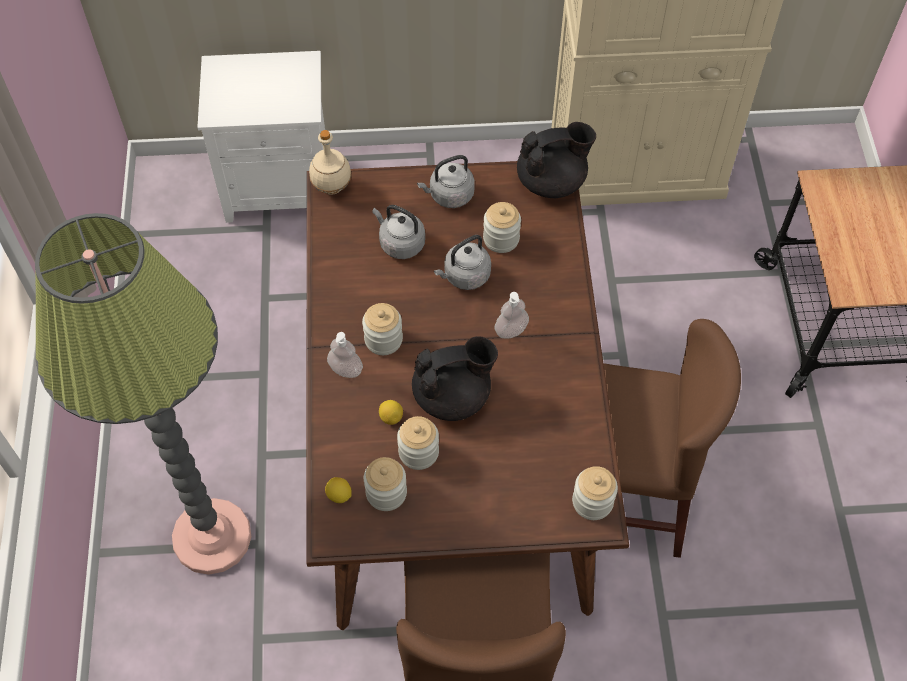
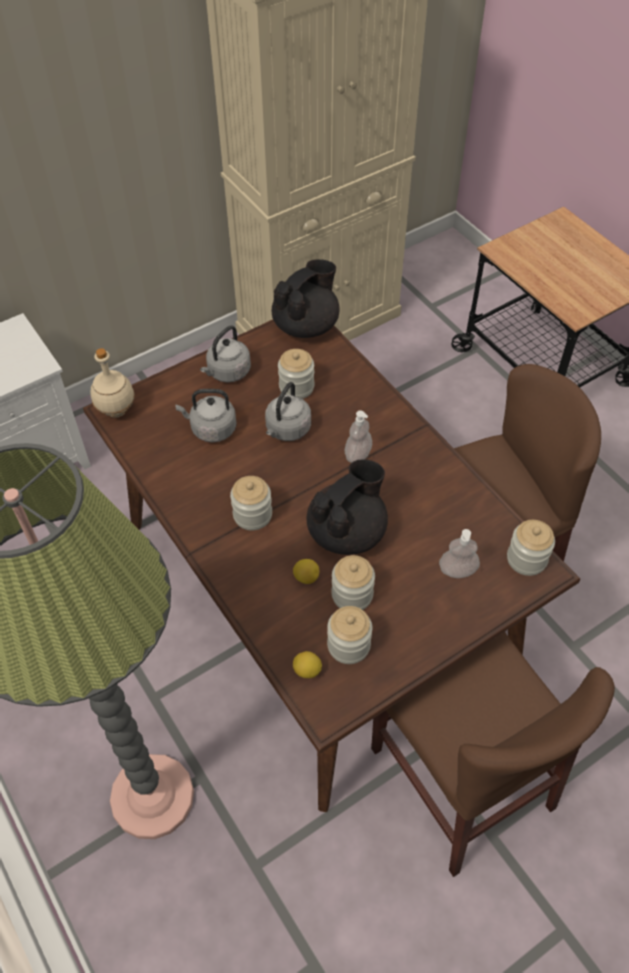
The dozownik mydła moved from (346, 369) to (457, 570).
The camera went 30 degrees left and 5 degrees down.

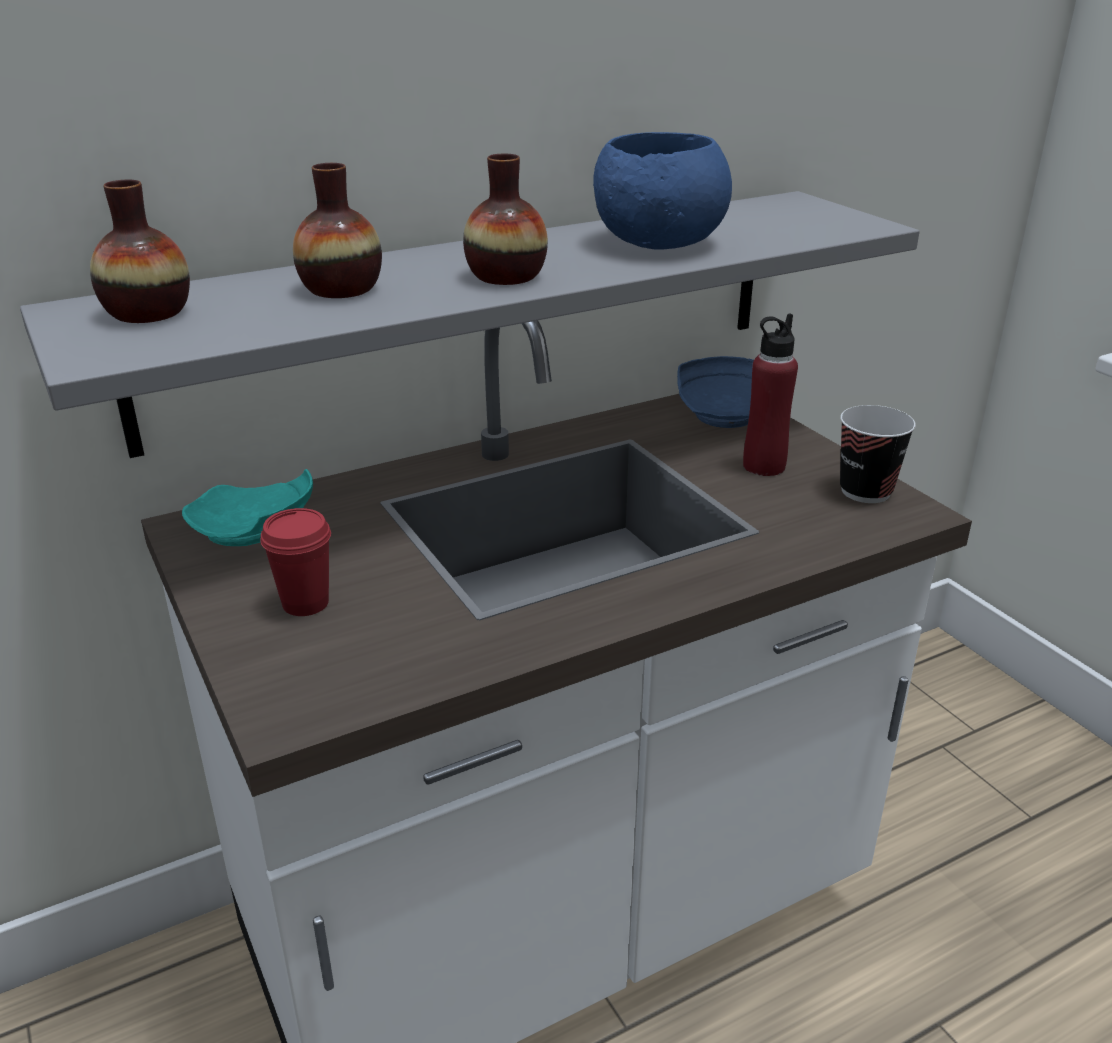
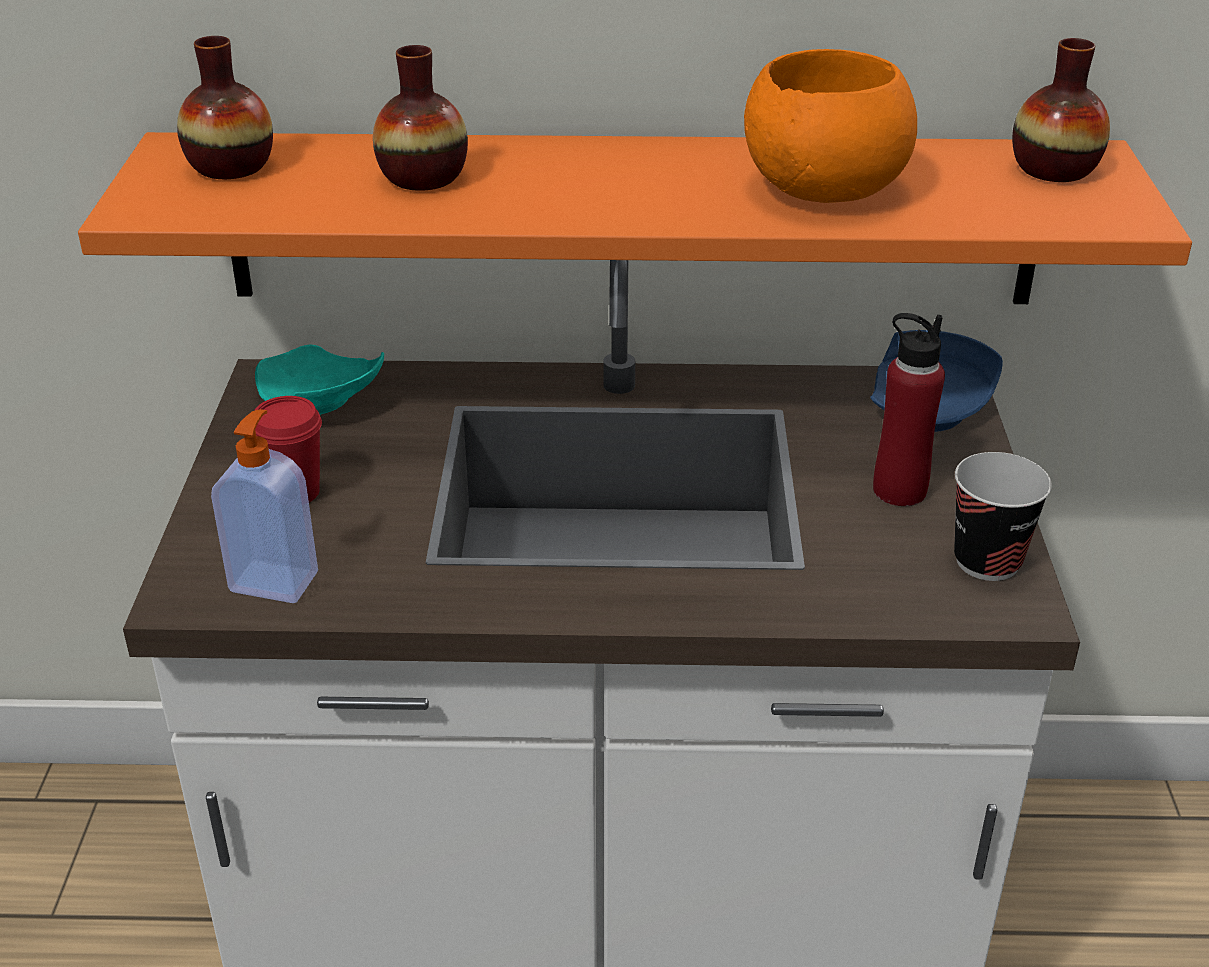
The półka/szary at (474, 313) became the półka/pomarańczowy at (632, 219).
The wazon moved from (506, 276) to (1053, 169).
The miska/niebieski at (656, 243) became the miska/pomarańczowy at (822, 187).
The dozownik mydła at (275, 580) appeared.
The camera went 30 degrees right and 5 degrees up.

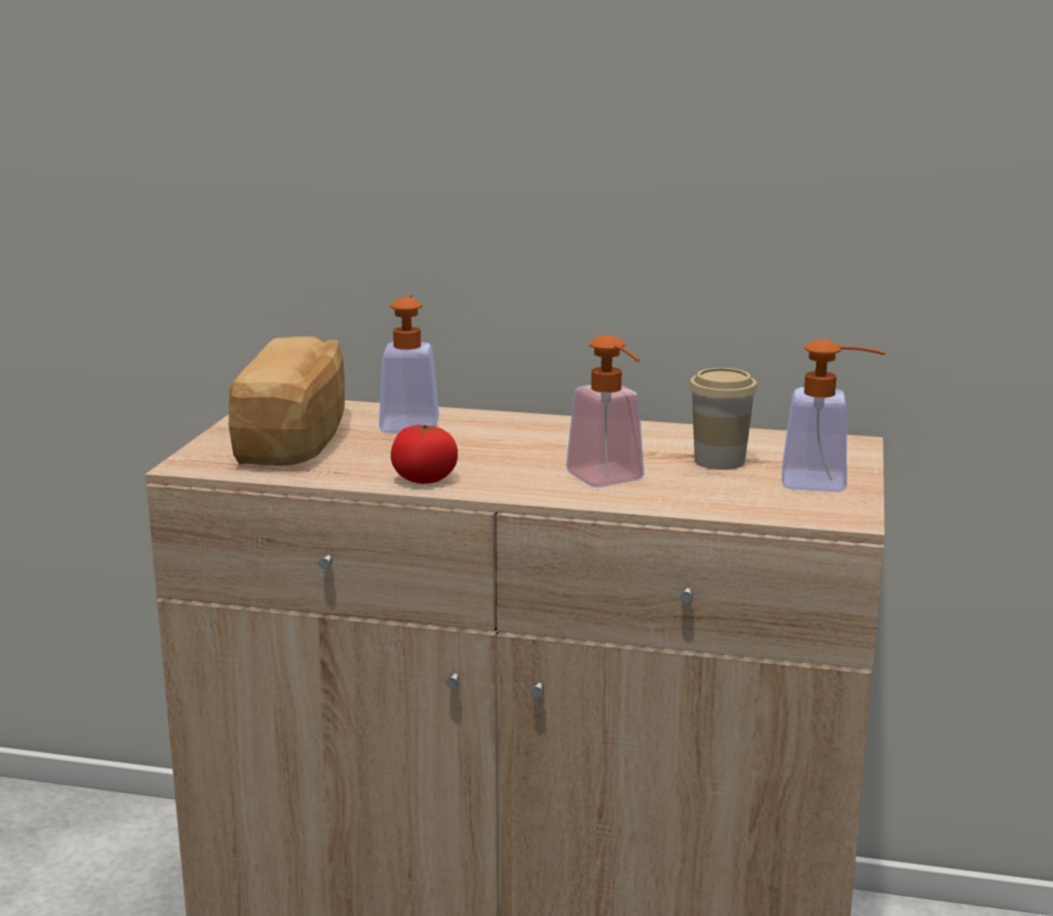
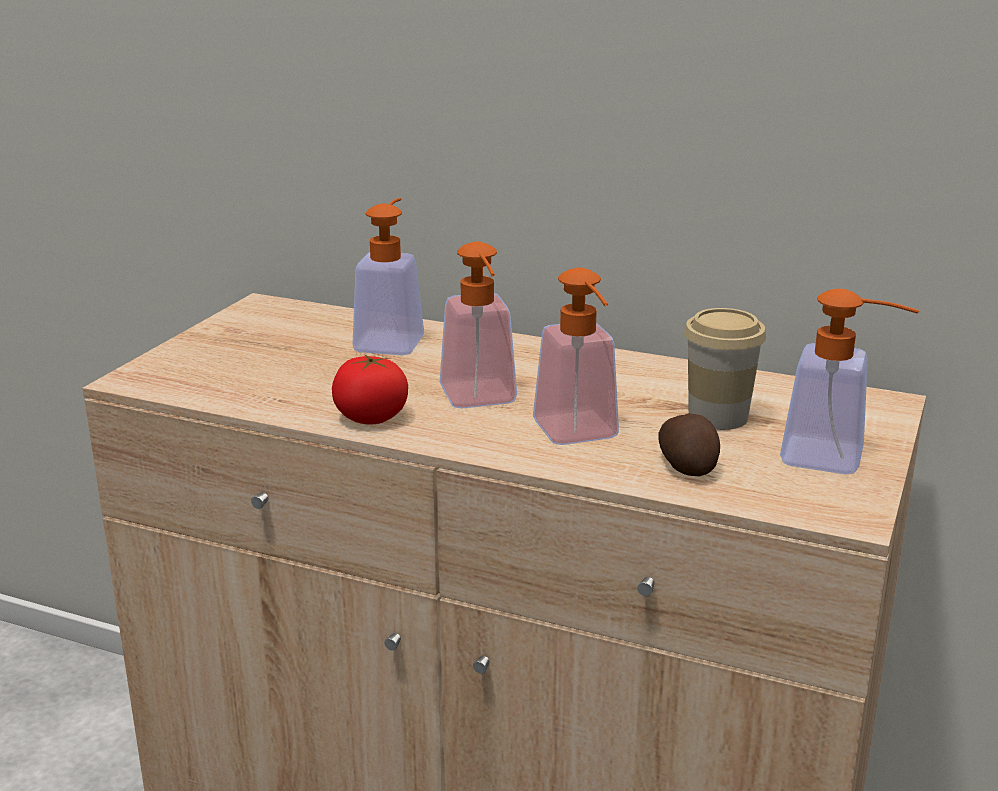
The chleb at (297, 439) disappeared.
The dozownik mydła at (481, 401) appeared.
The ziemniak at (688, 465) appeared.
The camera went 10 degrees right and 5 degrees up.

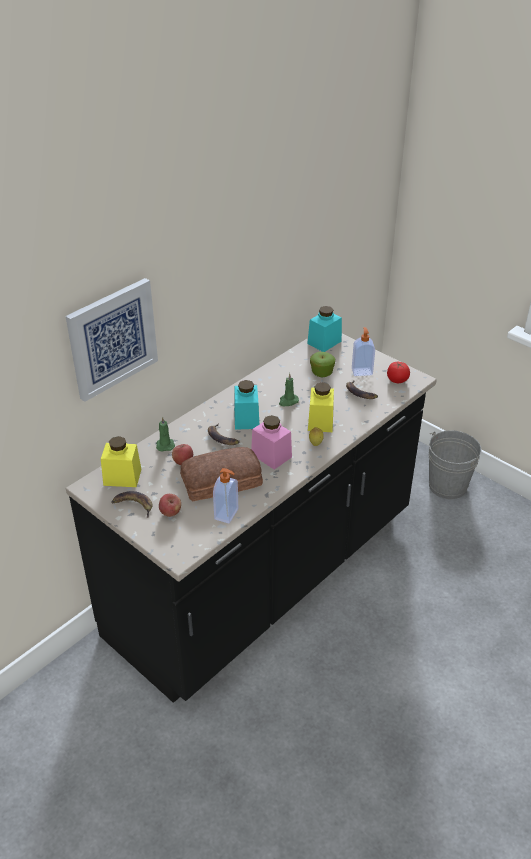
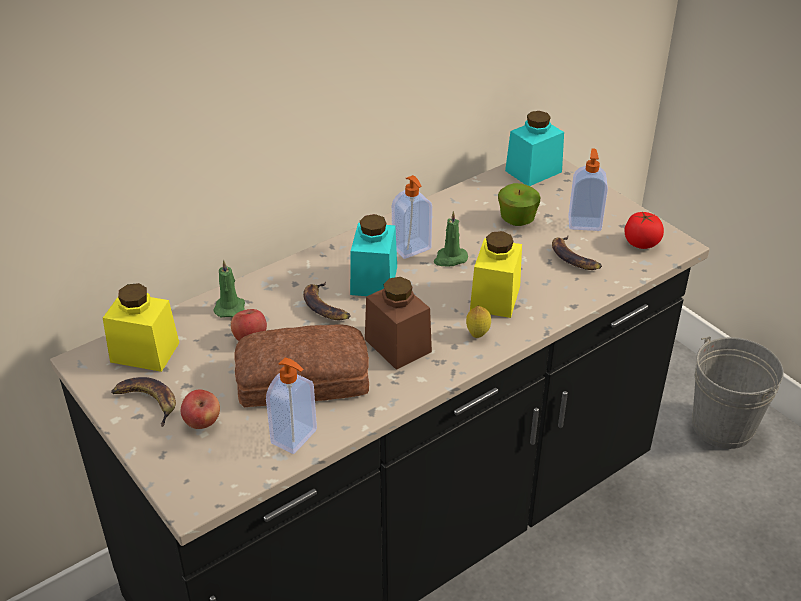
The obraz at (112, 338) disappeared.
The słoik/różowy at (271, 455) became the słoik/brązowy at (398, 345).
The dozownik mydła at (412, 249) appeared.
The camera went 10 degrees right and 0 degrees up.

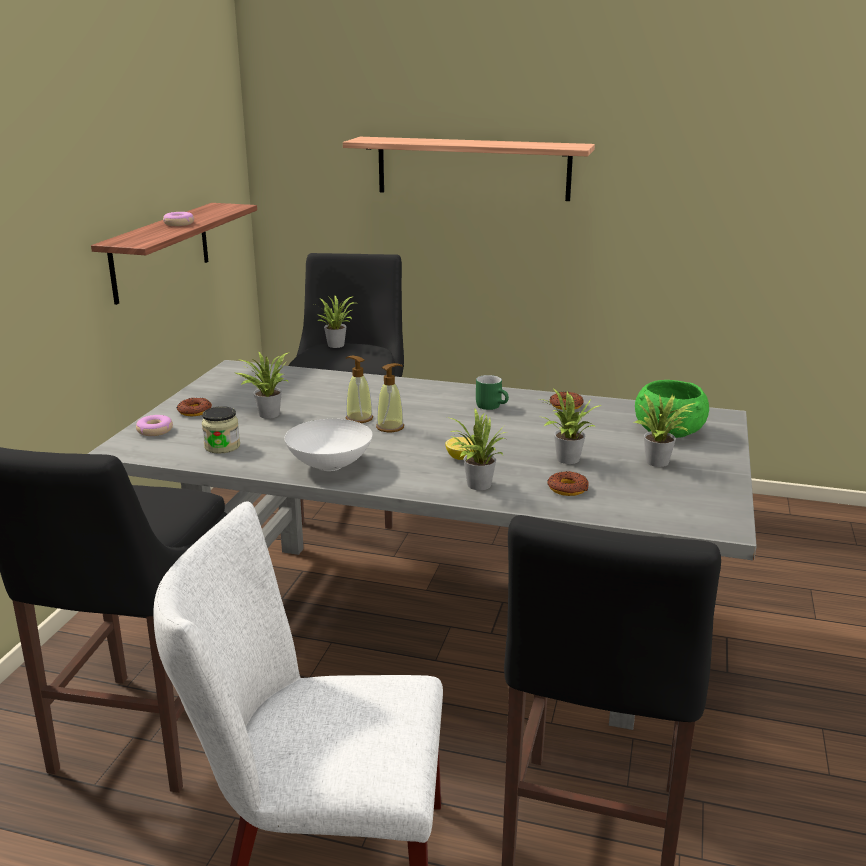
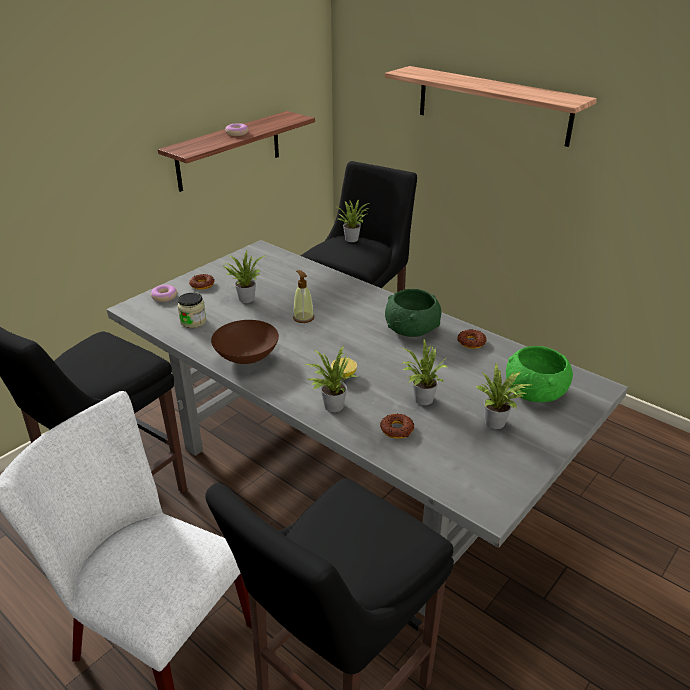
The miska/biały at (330, 466) became the miska/brązowy at (246, 358).
The dozownik mydła at (390, 427) disappeared.
The kubek/zielony at (492, 406) was replaced by the miska/zielony at (411, 329).
The camera went 25 degrees right and 10 degrees up.

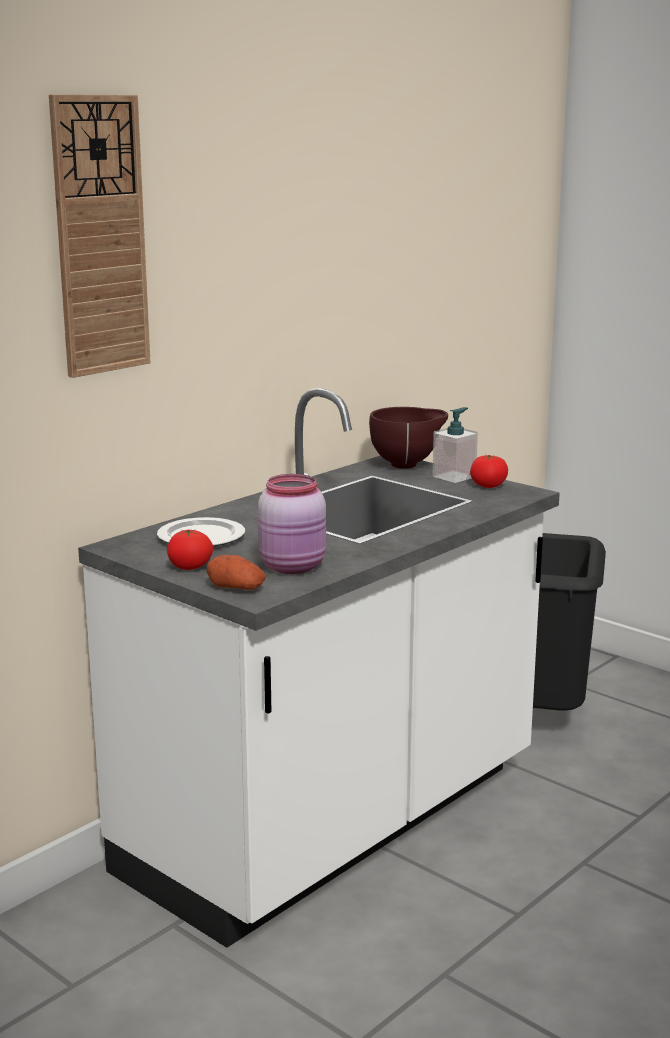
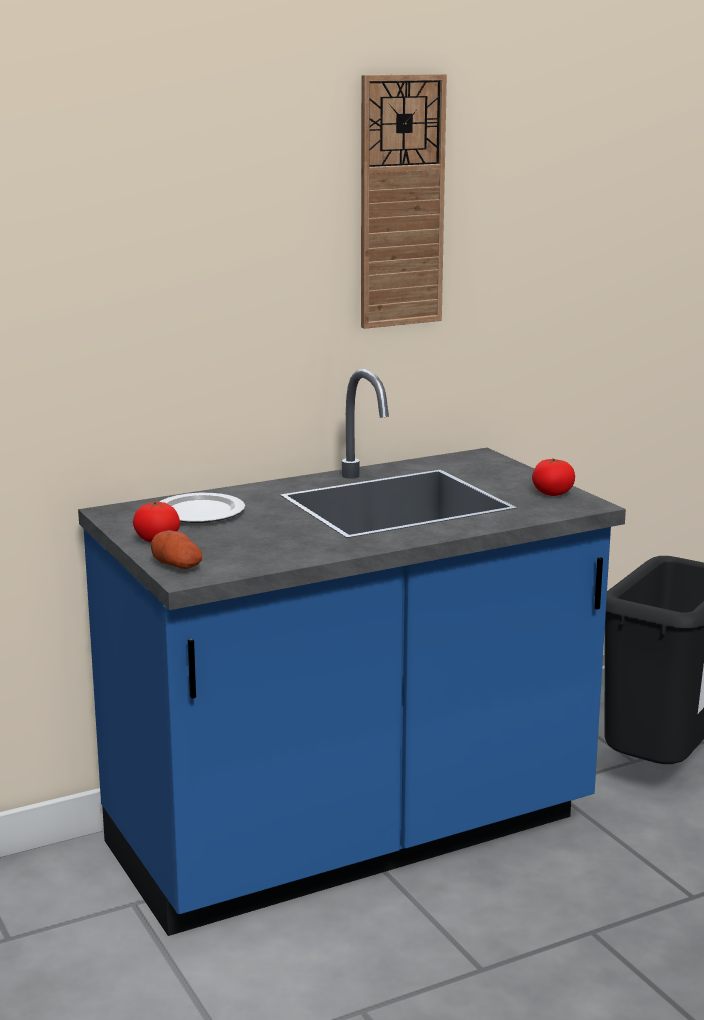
The zegar ścienny moved from (99, 236) to (401, 202).
The zabudowa kuchenna/biały at (334, 824) became the zabudowa kuchenna/niebieski at (352, 839).
The słoik/różowy at (294, 567) disappeared.
The miska/brązowy at (408, 465) disappeared.
The dozownik mydła at (454, 477) disappeared.
The camera went 20 degrees right and 0 degrees up.

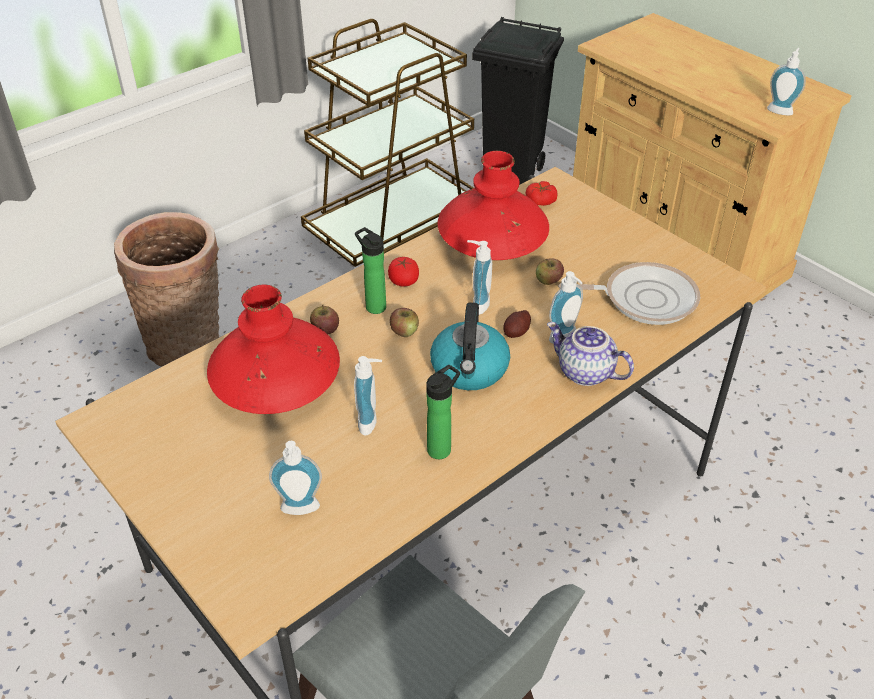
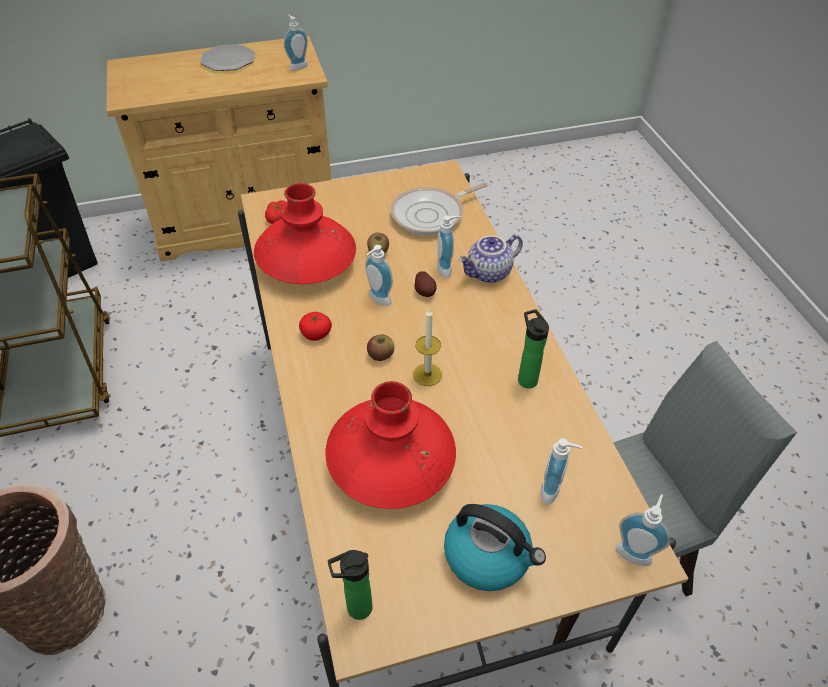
The jabłko at (325, 329) disappeared.
The dozownik mydła moved from (371, 422) to (634, 551).
The butelka moved from (373, 306) to (355, 609).
The czajnik moved from (470, 370) to (488, 556).
The patelnia at (644, 298) turned 150 degrees counterclockwise.
The talerz at (228, 60) appeared.
The świeca at (427, 374) appeared.
The camera went 65 degrees left and 5 degrees up.

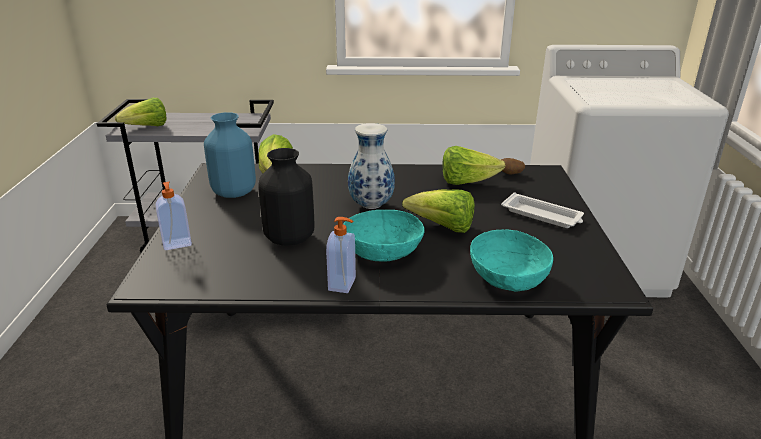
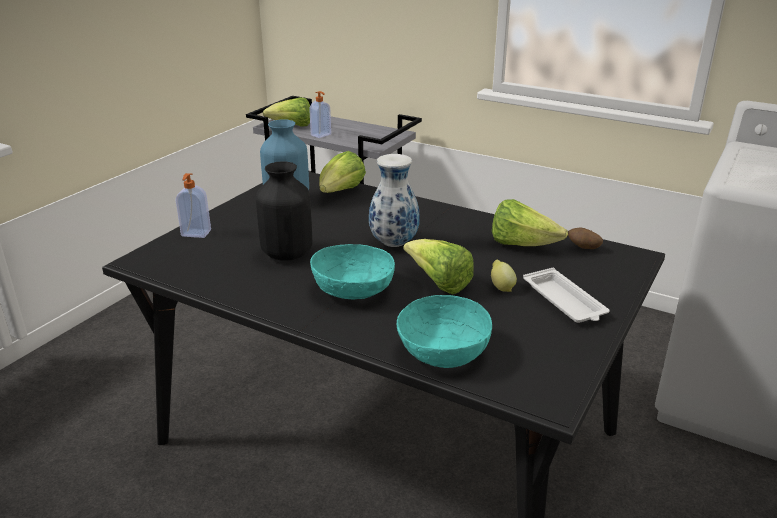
The dozownik mydła moved from (343, 284) to (321, 135).
The cytryna at (501, 287) appeared.
The camera went 30 degrees right and 0 degrees up.

